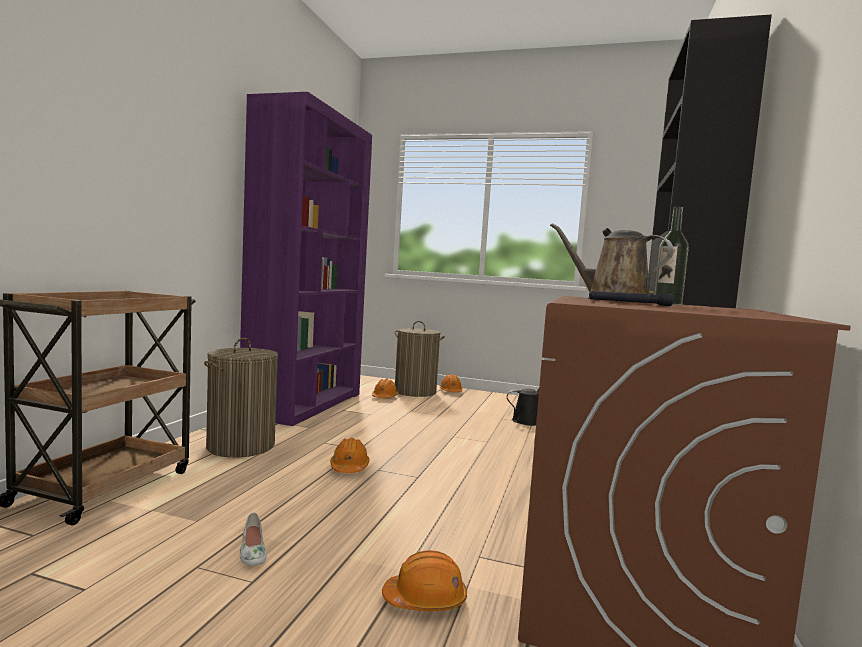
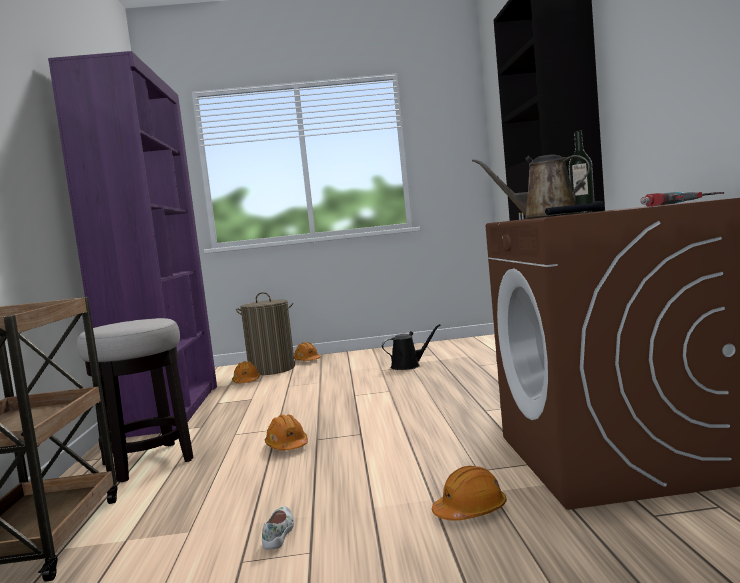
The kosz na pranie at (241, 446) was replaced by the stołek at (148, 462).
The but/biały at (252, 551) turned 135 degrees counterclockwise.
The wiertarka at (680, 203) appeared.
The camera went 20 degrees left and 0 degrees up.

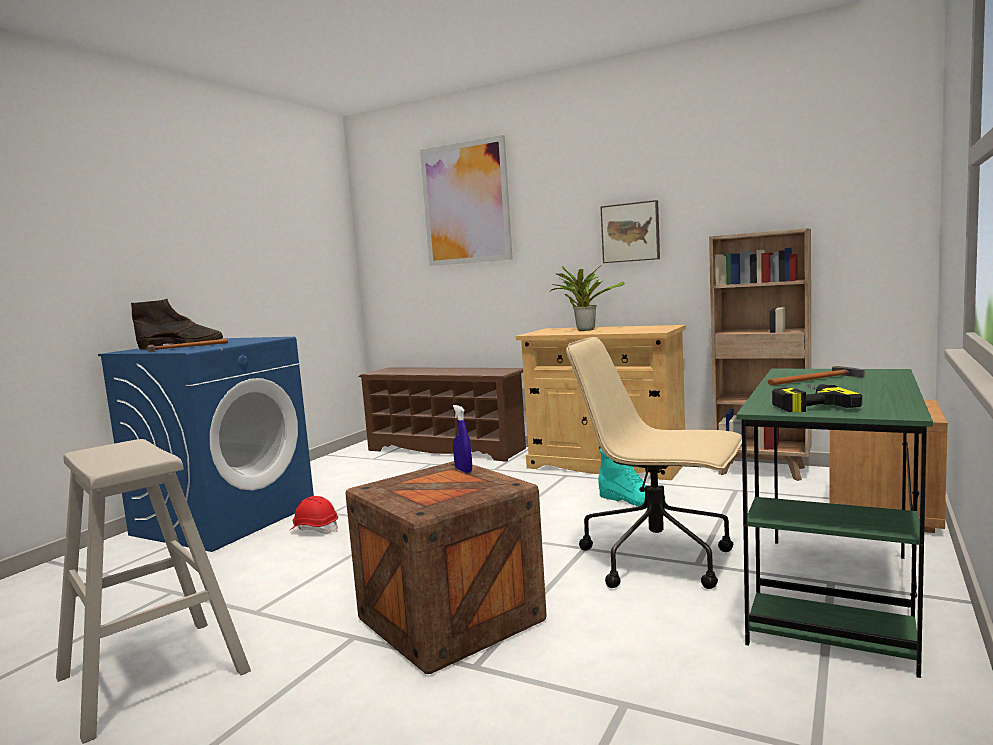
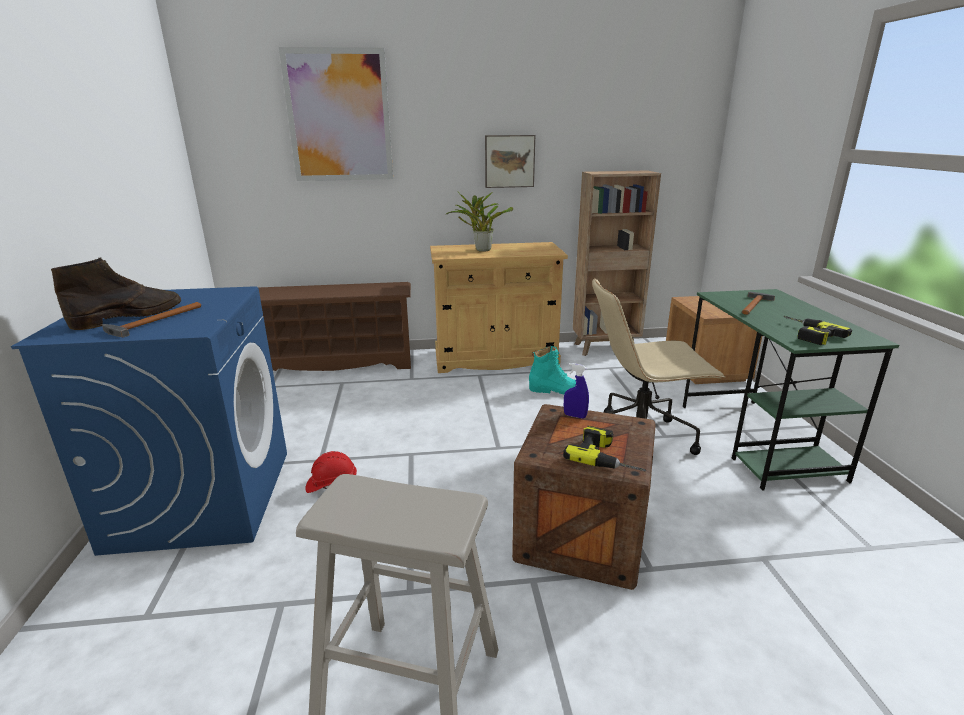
The wiertarka at (608, 456) appeared.
The camera went 35 degrees left and 15 degrees up.

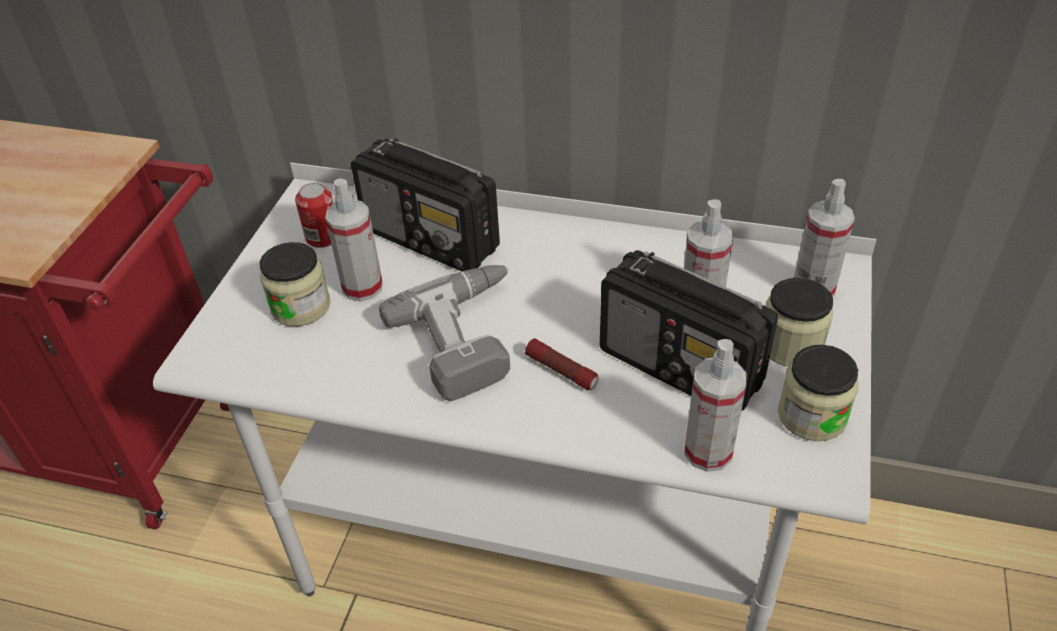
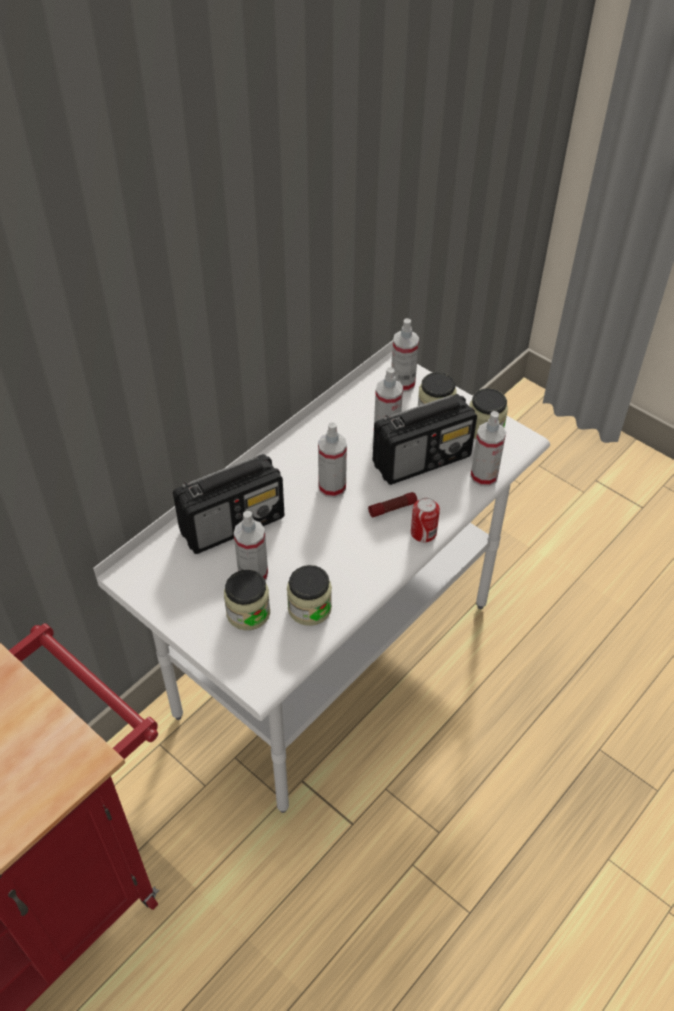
The puszka moved from (323, 237) to (423, 533).
The wiertarka at (470, 337) disappeared.
The słoik at (309, 608) appeared.
The spryskiwacz at (332, 487) appeared.
The camera went 65 degrees left and 5 degrees up.

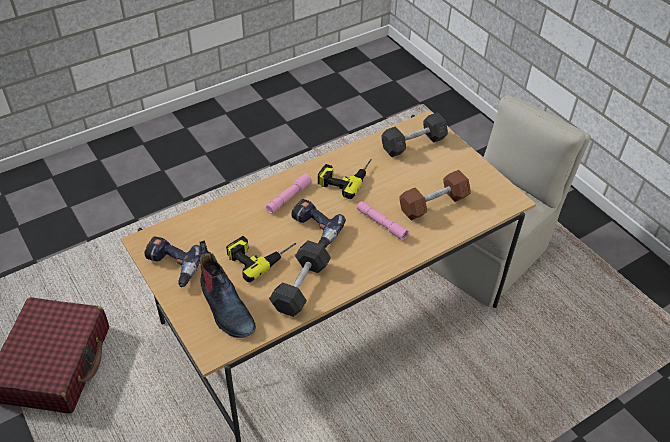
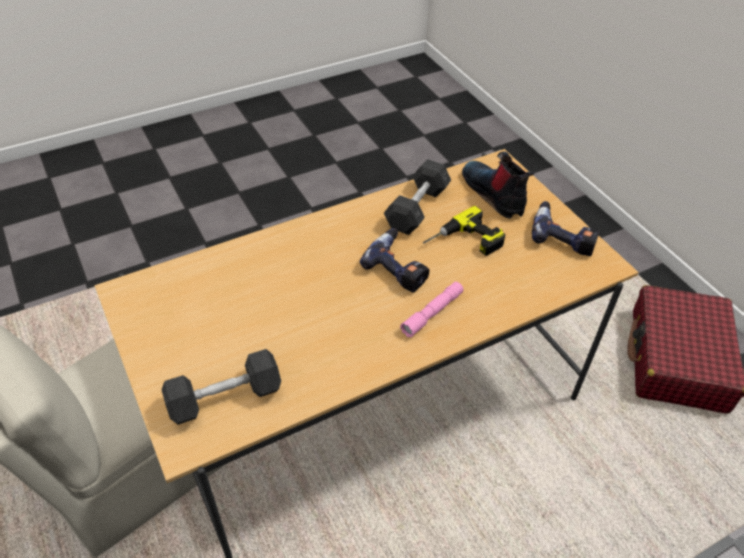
The wiertarka at (345, 176) disappeared.
The latarka/różowy at (381, 224) disappeared.
The hantel/brązowy at (433, 204) disappeared.
The camera went 175 degrees left and 0 degrees up.

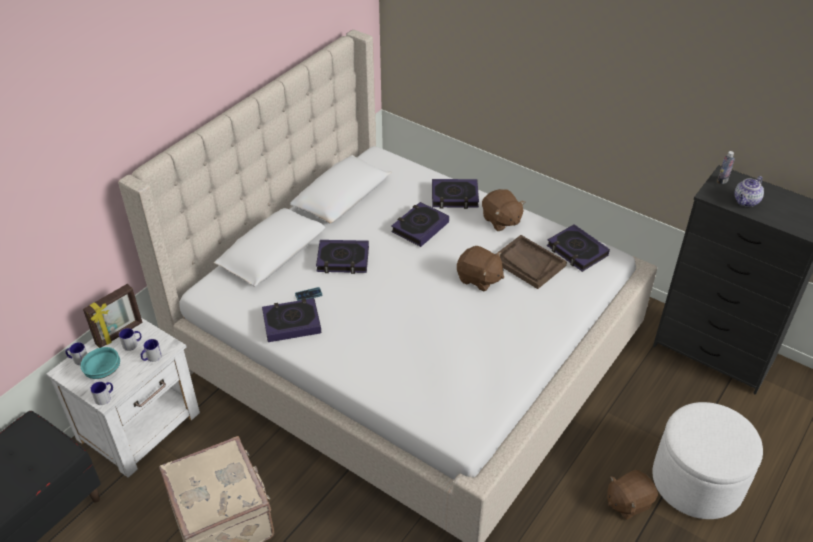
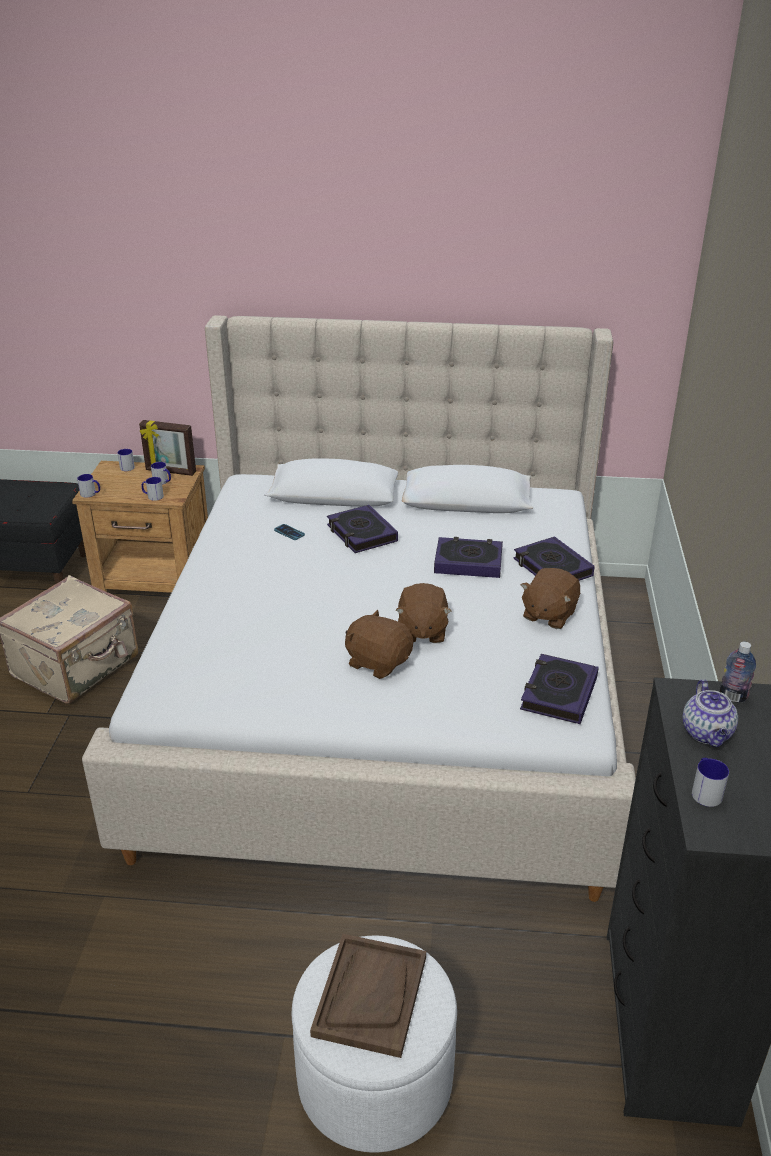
The szafka nocna/biały at (141, 426) became the szafka nocna/brązowy at (155, 577).
The miska/turkusowy at (103, 371) disappeared.
The książka at (291, 323) disappeared.
The taca/brązowy moved from (528, 263) to (370, 995).
The pluszak/brązowy moved from (628, 502) to (378, 662).
The imbryk at (746, 201) turned 105 degrees counterclockwise.
The kubek at (705, 791) appeared.
The camera went 60 degrees right and 10 degrees down.

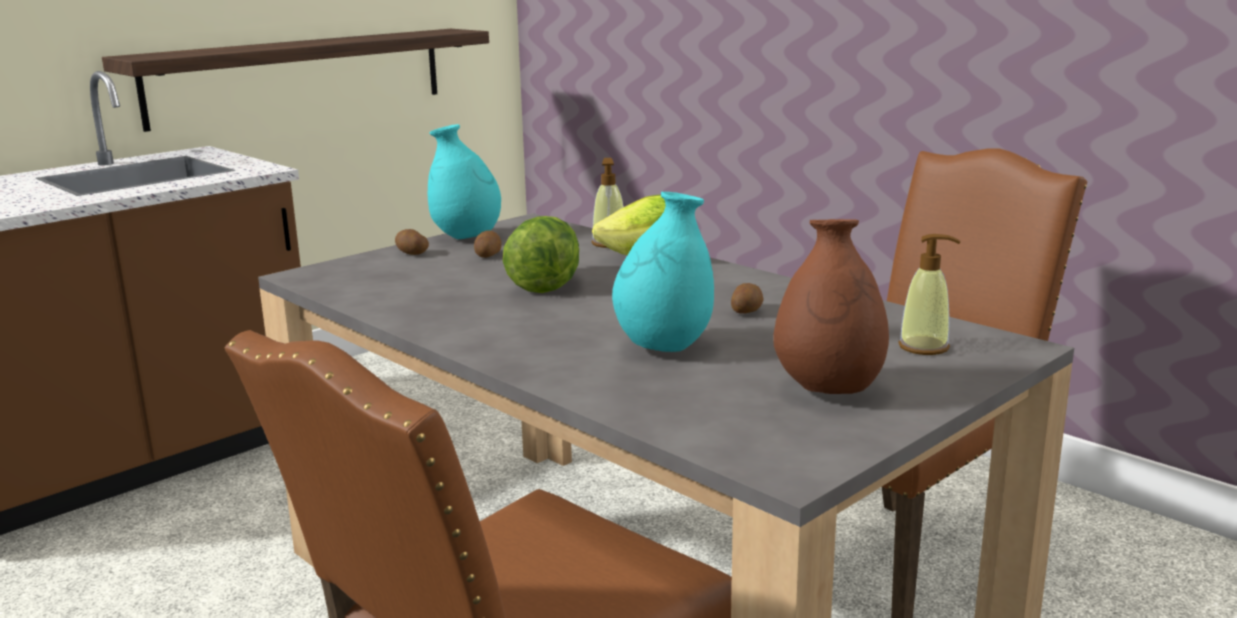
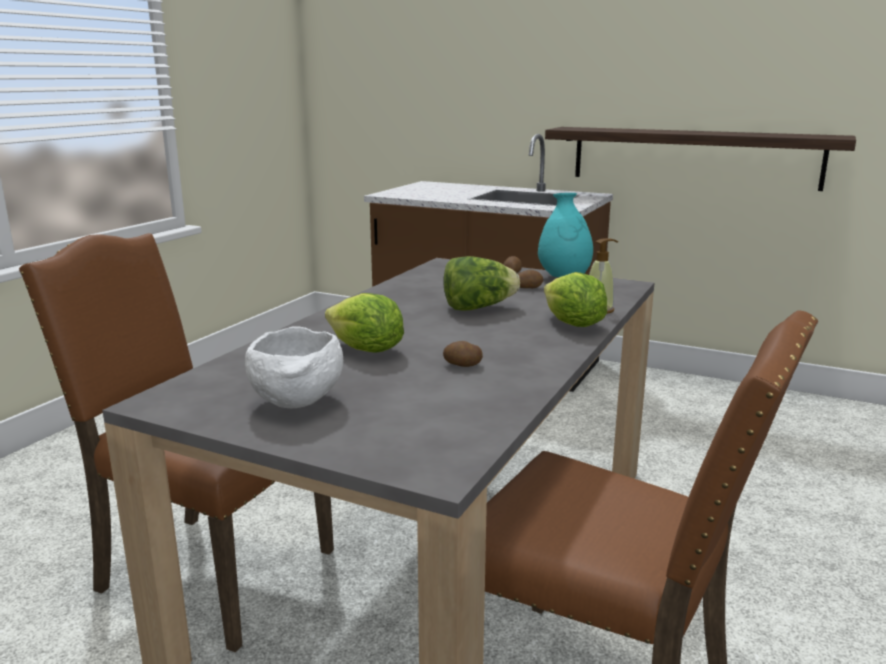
The wazon/turkusowy at (664, 347) was replaced by the sałata at (366, 350).
The wazon/brązowy at (828, 390) was replaced by the miska/biały at (298, 403).
The dozownik mydła at (924, 347) disappeared.
The camera went 70 degrees right and 0 degrees up.

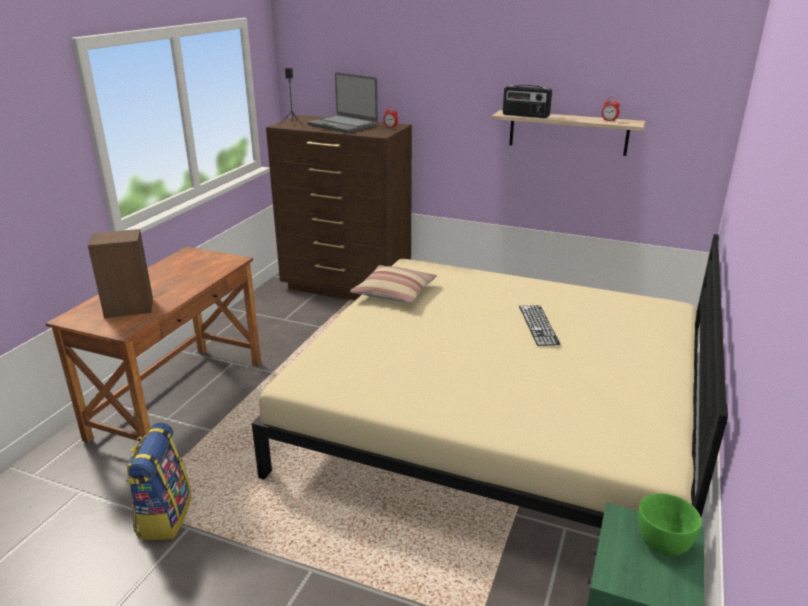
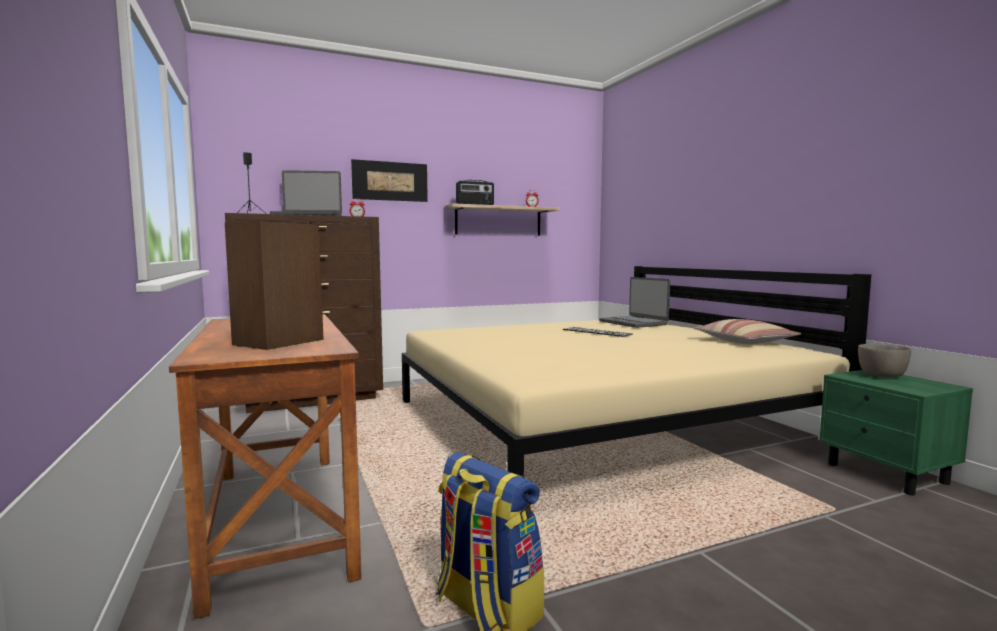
The poduszka moved from (394, 292) to (744, 341).
The miska/zielony at (662, 541) became the miska/szary at (881, 376).
The obraz at (390, 181) appeared.
The laptop at (633, 323) appeared.
The camera went 45 degrees left and 20 degrees down.

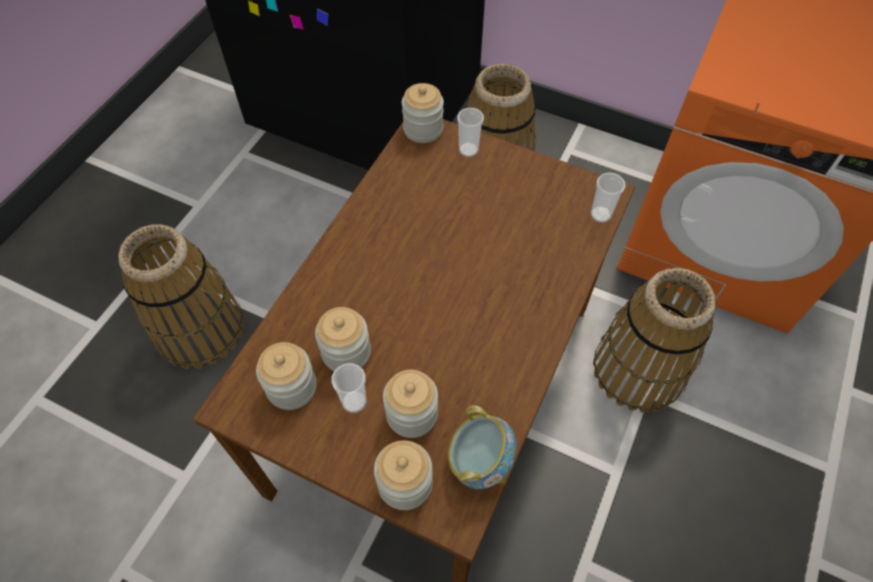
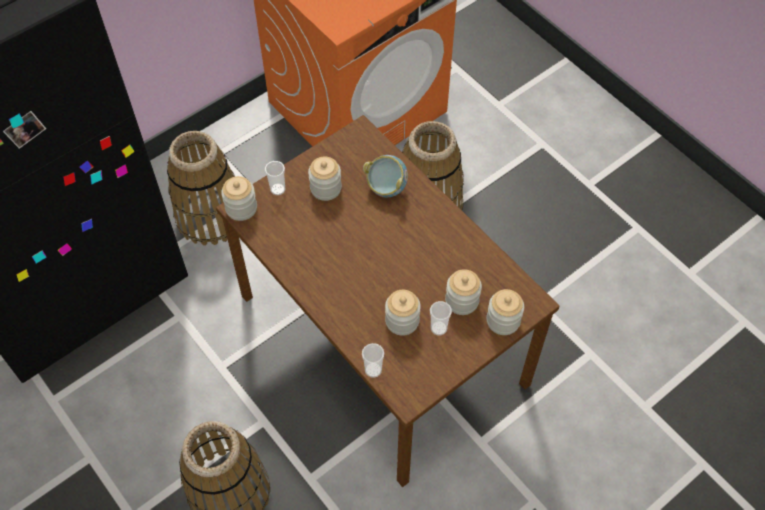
The słoik moved from (291, 387) to (325, 188).
The miska moved from (479, 461) to (386, 188).
The filiżanka moved from (600, 214) to (373, 370).
The camera went 65 degrees left and 0 degrees up.

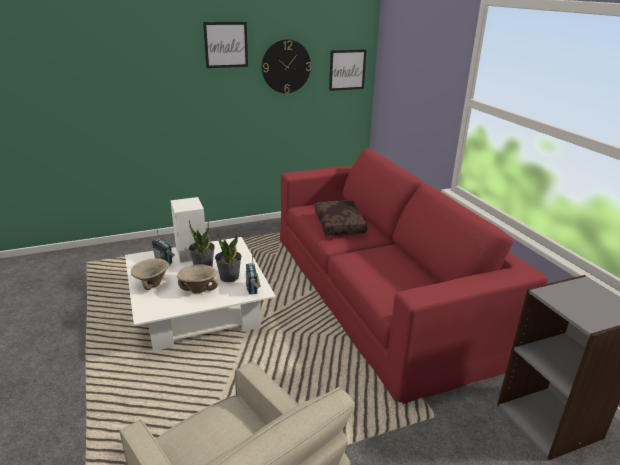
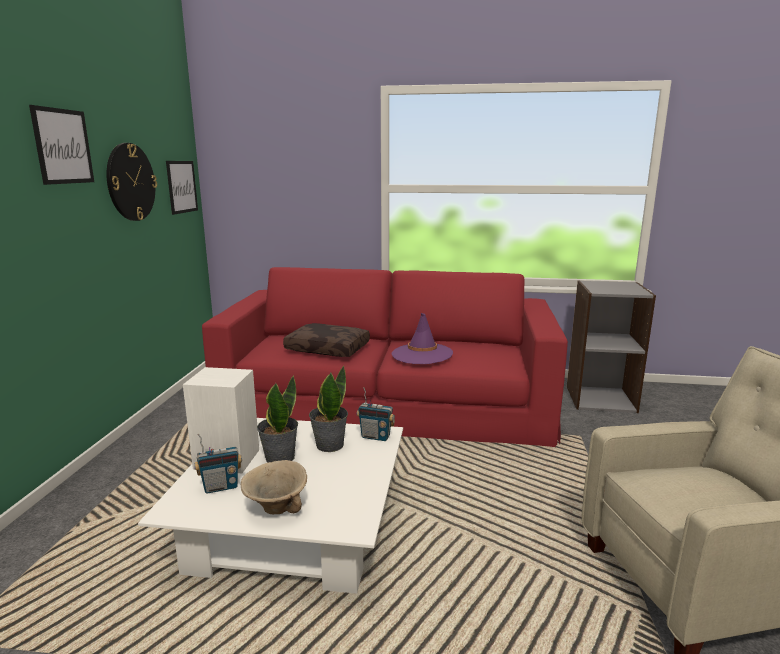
The miska/beżowy at (198, 289) disappeared.
The kapelusz/fioletowy at (422, 354) appeared.
The camera went 60 degrees left and 10 degrees down.

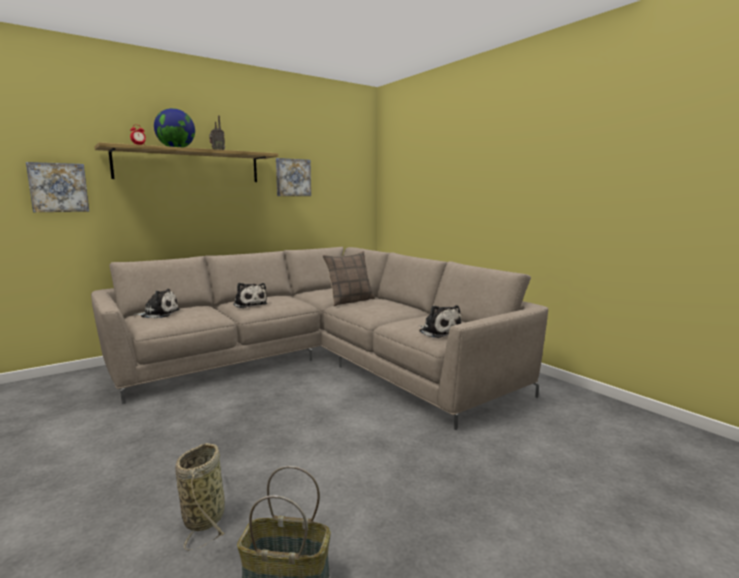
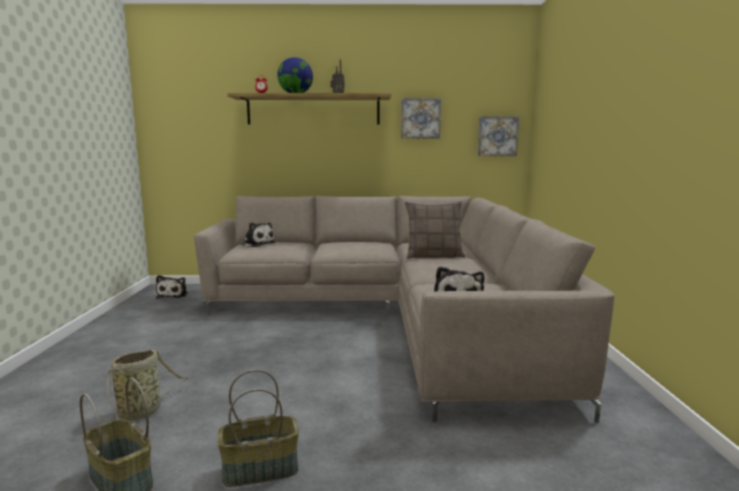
The obraz moved from (58, 187) to (497, 136).
The pluszak moved from (249, 304) to (173, 295).
The koszyk at (261, 469) appeared.
The camera went 35 degrees right and 0 degrees up.

